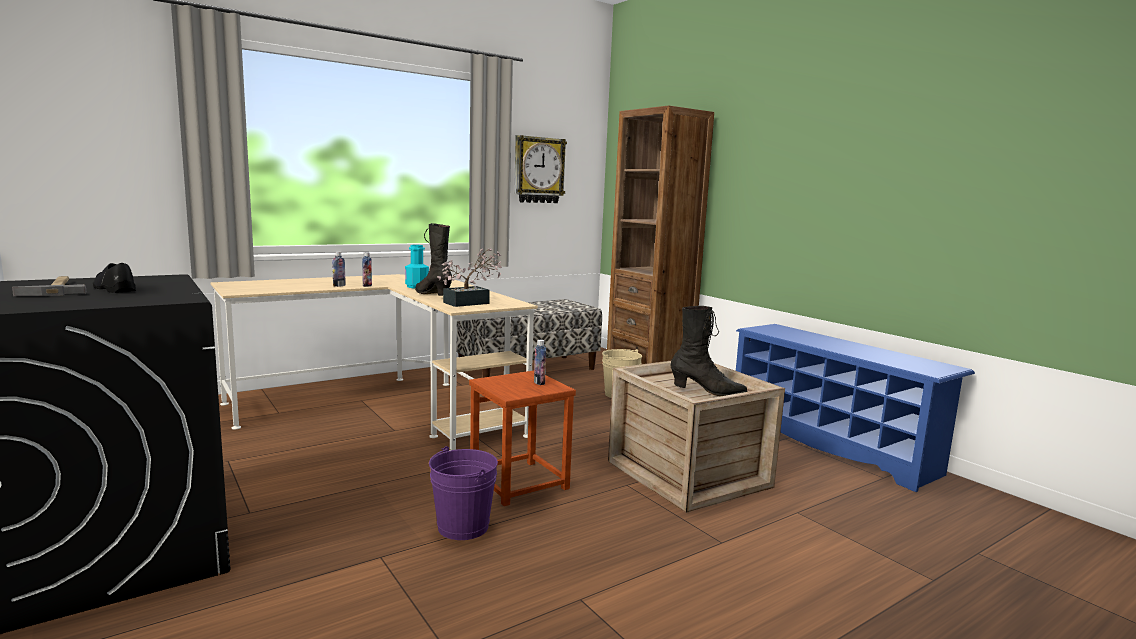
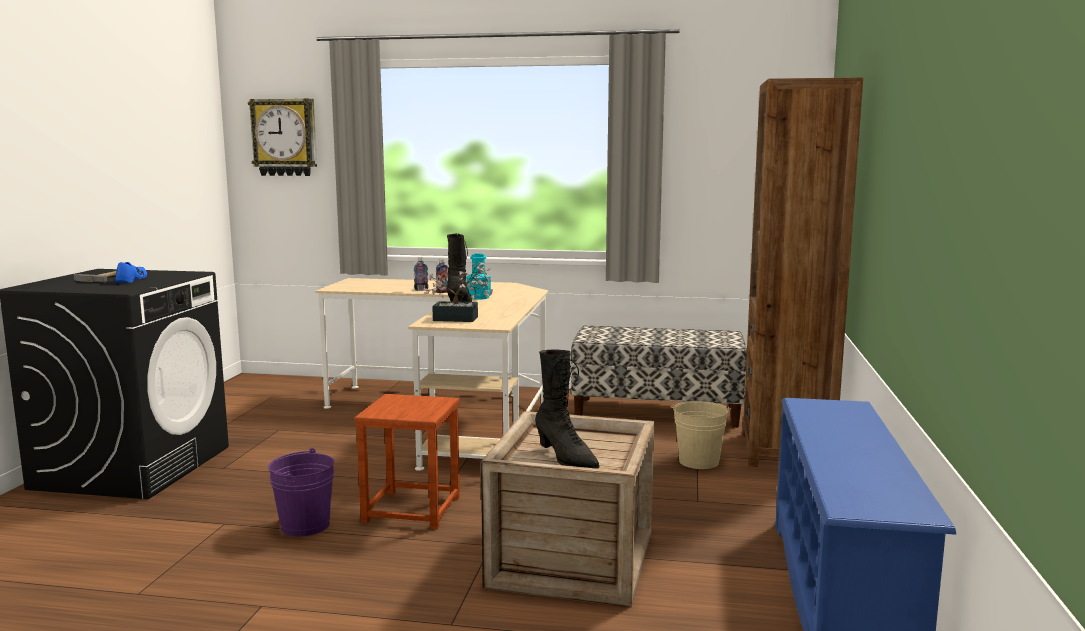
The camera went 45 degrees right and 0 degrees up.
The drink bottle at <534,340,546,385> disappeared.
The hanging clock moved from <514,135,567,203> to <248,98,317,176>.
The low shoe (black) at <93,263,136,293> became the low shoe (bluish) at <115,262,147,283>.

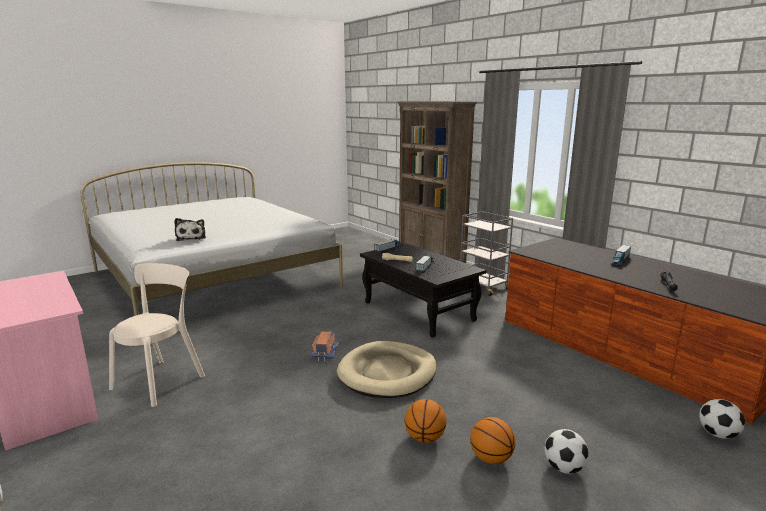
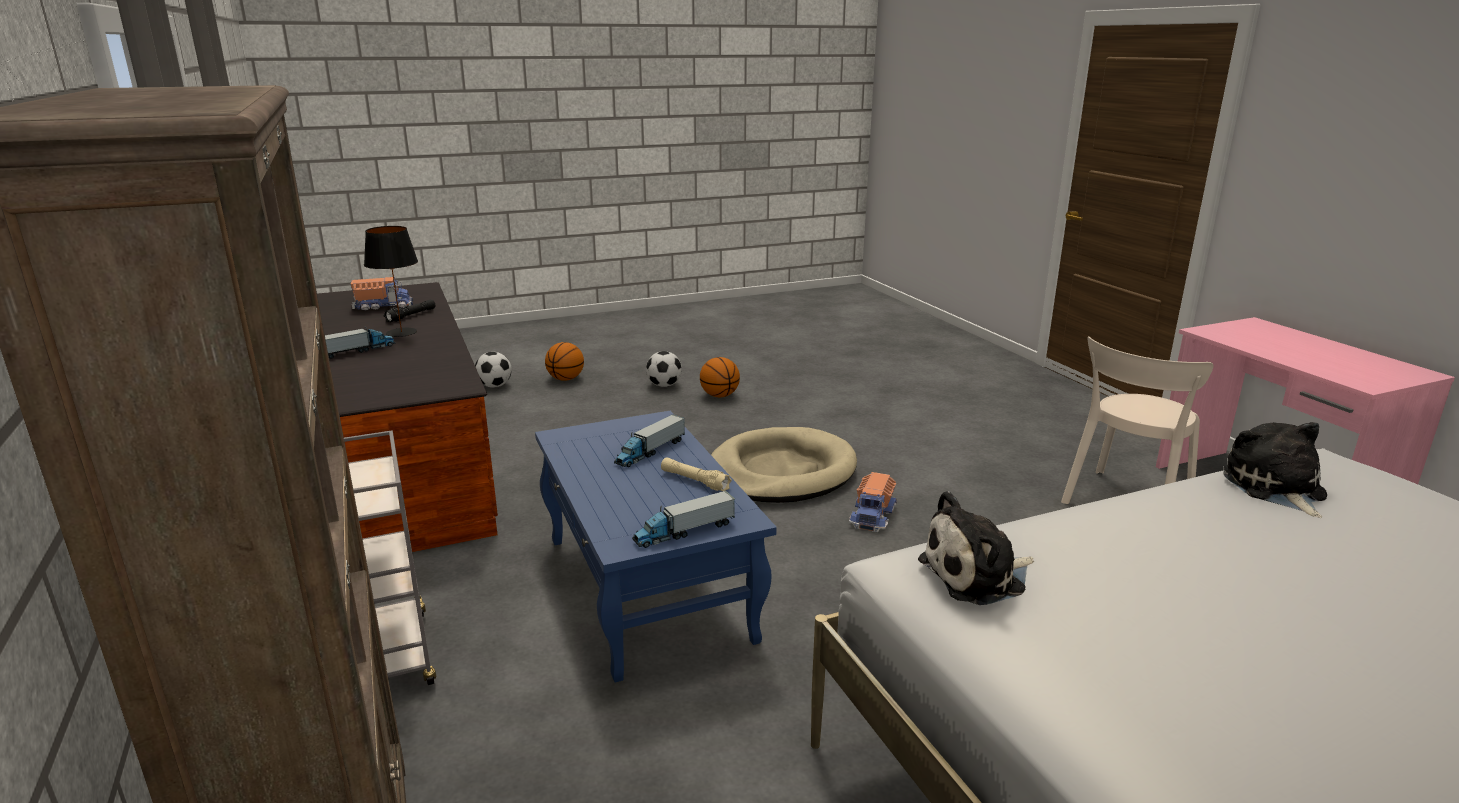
The camera went 165 degrees left and 5 degrees up.
The model truck at <350,277,413,310> appeared.
The lamp for a table (black) at <364,226,418,337> appeared.
The plush toy at <918,491,1034,605> appeared.
The ball for basketball moved from <405,399,446,443> to <545,342,584,381>.
The low table (black) at <360,243,486,338> became the low table (bluish) at <535,411,777,682>.

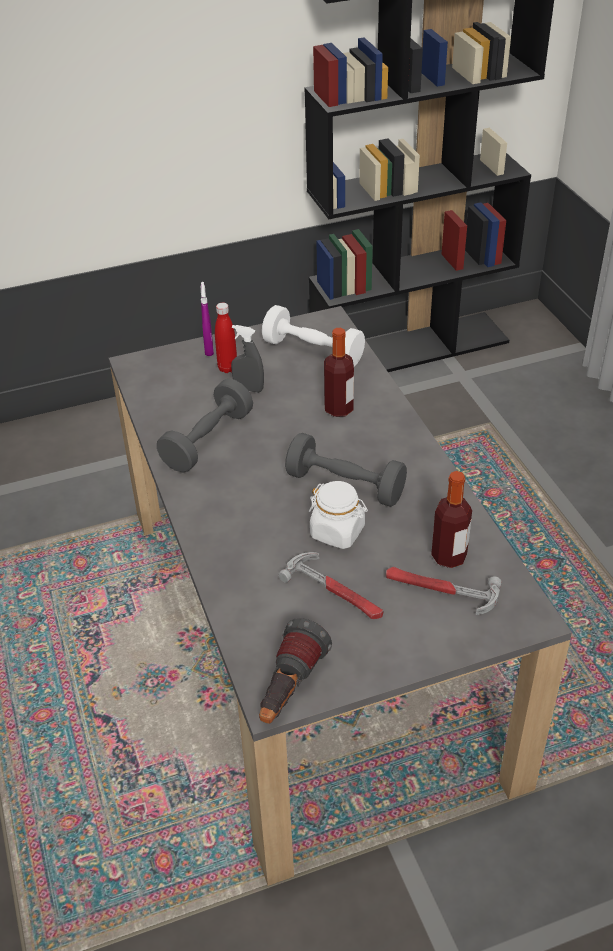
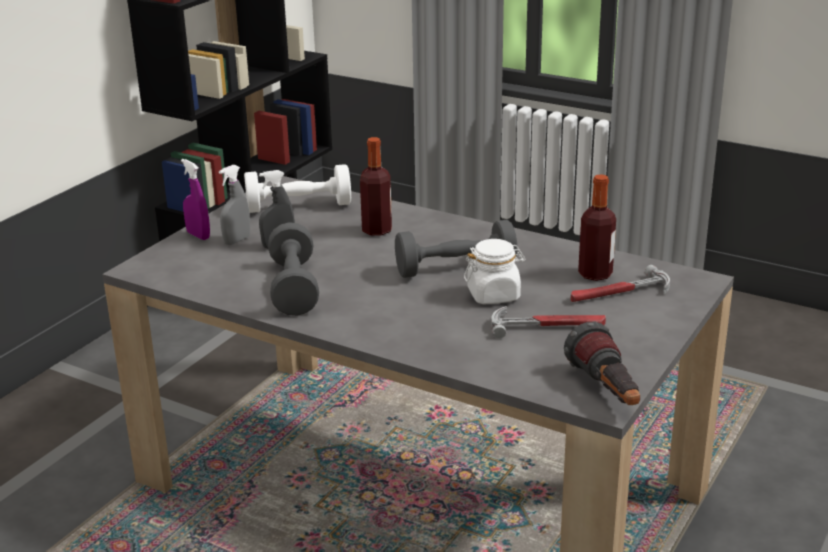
The camera went 40 degrees left and 15 degrees down.
The drink bottle (red) at <215,303,237,373> was replaced by the spray bottle (grey) at <219,165,250,245>.

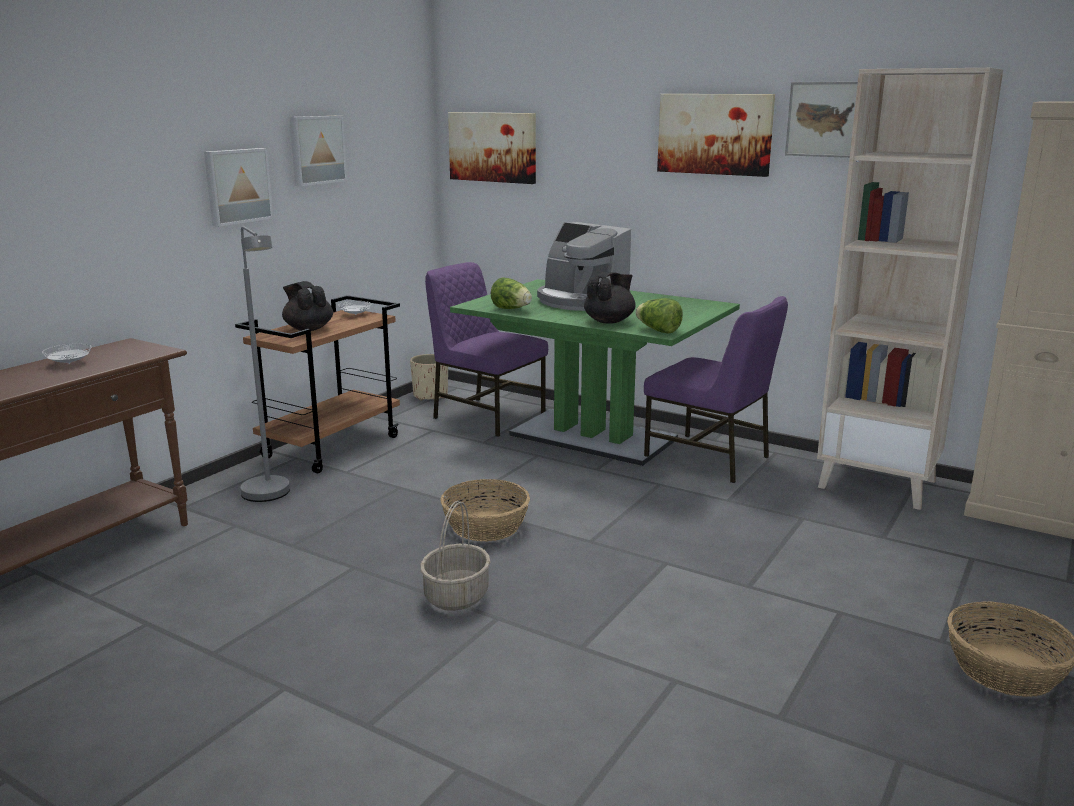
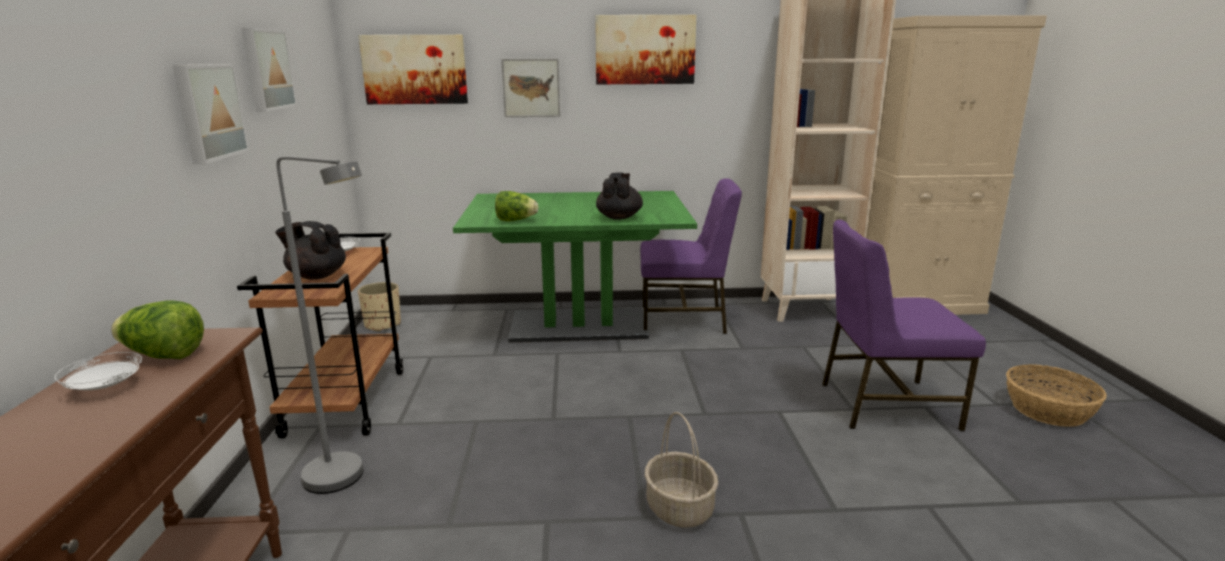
The camera went 35 degrees left and 0 degrees up.
The storage basket at <440,479,530,542> disappeared.
The coffee maker at <537,222,631,311> disappeared.
The chair (purple-coloured) moved from <425,262,548,437> to <822,219,986,431>.
The lettuce moved from <636,298,683,334> to <111,301,204,359>.
The wall picture moved from <785,82,858,158> to <501,59,560,117>.

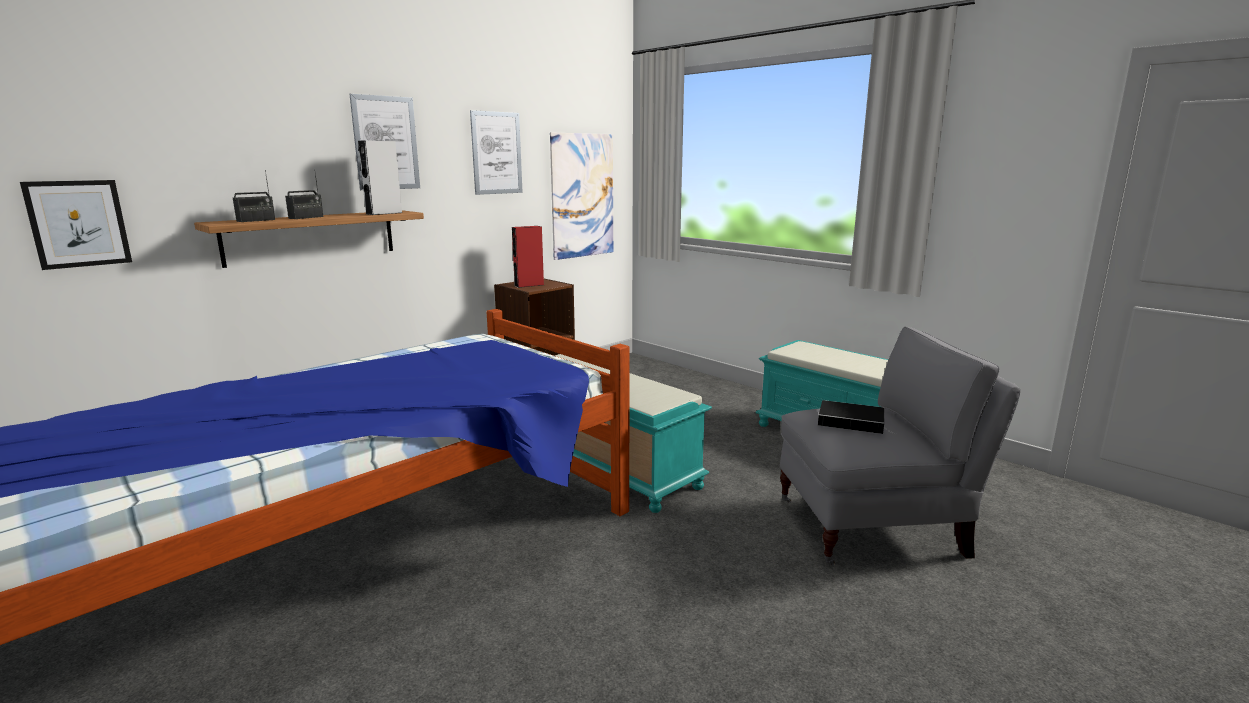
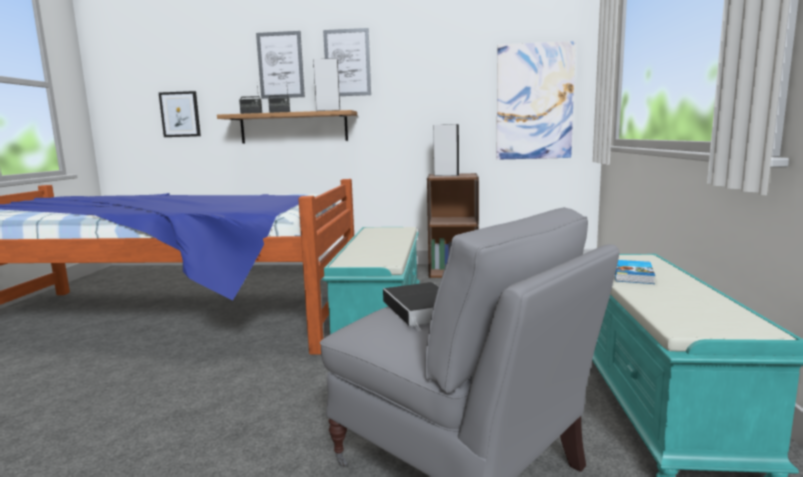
The camera went 50 degrees right and 5 degrees down.
The book at <615,260,655,284> appeared.
The wall picture moved from <470,110,523,195> to <256,31,305,99>.
The audio speaker (red) at <512,226,544,288> became the audio speaker (grey) at <433,124,459,176>.

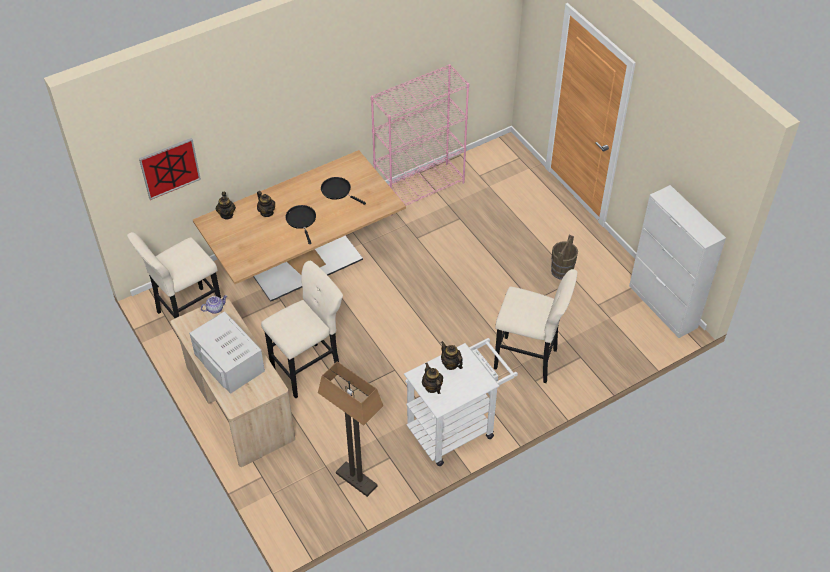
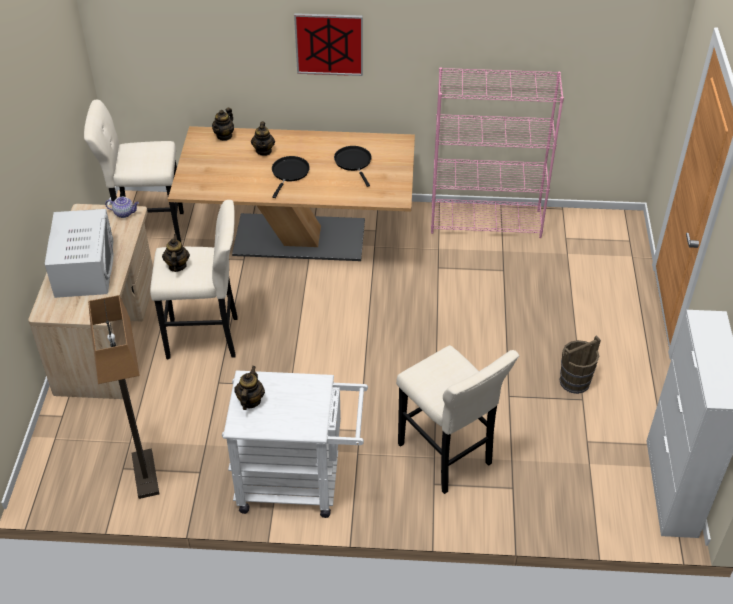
The camera went 35 degrees right and 5 degrees down.
The wall picture moved from <139,138,201,200> to <294,13,363,76>.
The pot for tea moved from <441,341,463,370> to <162,234,190,272>.

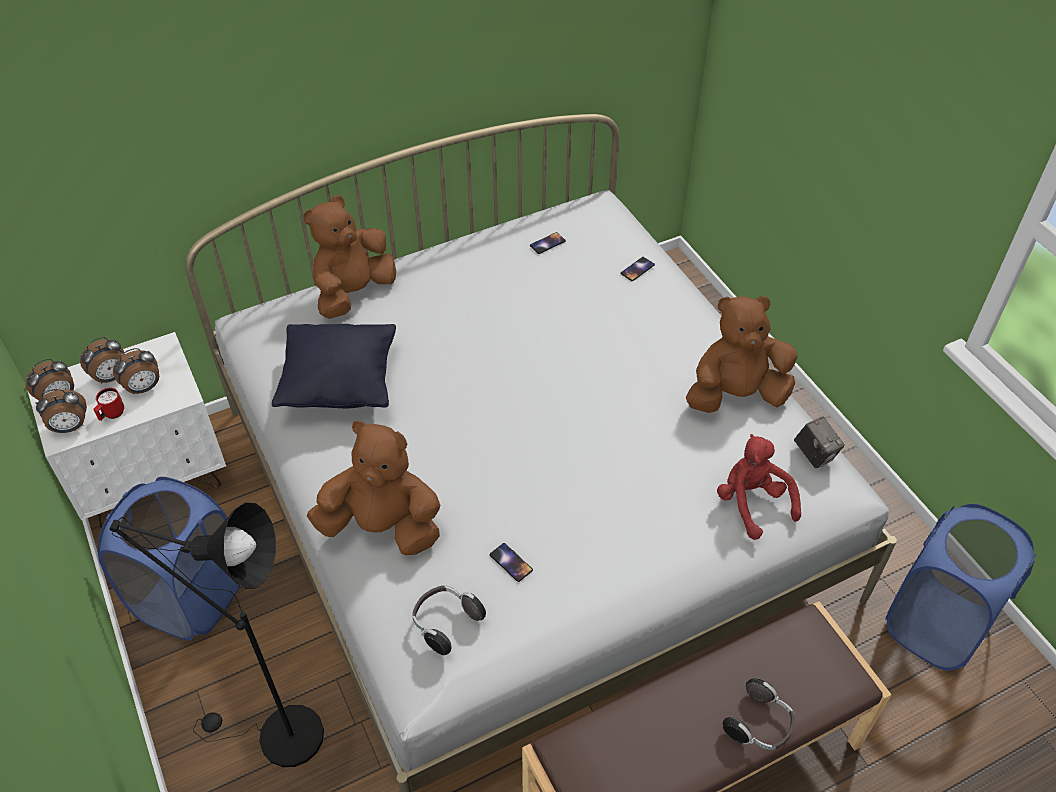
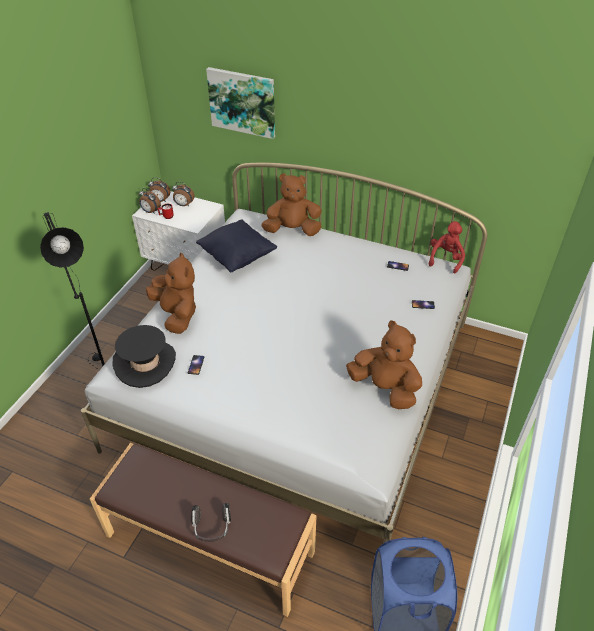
The camera went 50 degrees right and 5 degrees down.
The washing basket (bluish) at <98,477,240,641> disappeared.
The table clock at <113,348,159,394> disappeared.
The photo camera at <794,417,845,469> disappeared.
The wall picture at <206,67,275,139> appeared.
The plush toy (red) moved from <717,434,801,540> to <429,221,465,274>.
The headset at <412,585,486,655> was replaced by the clothing hat (black) at <113,325,176,388>.

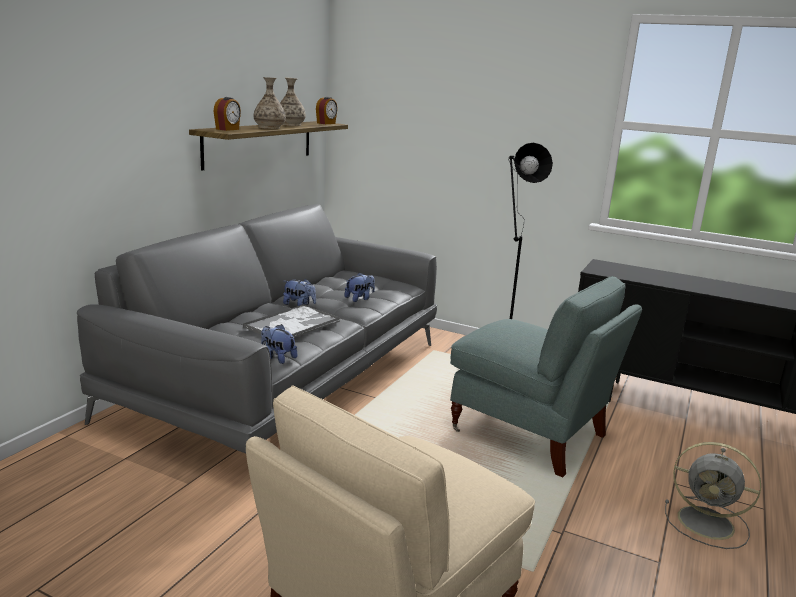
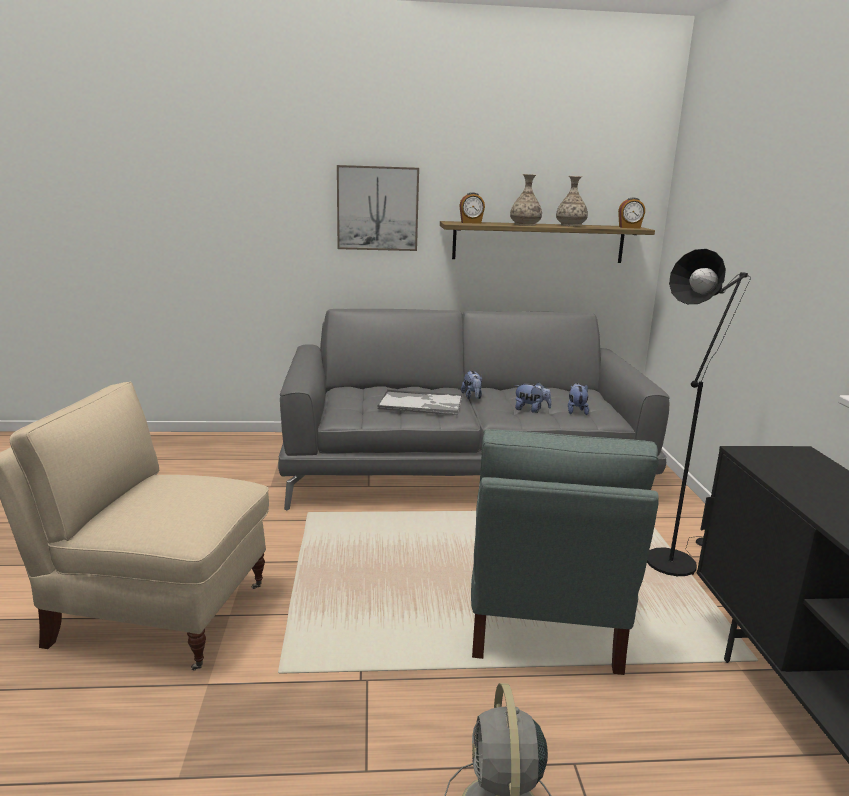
The camera went 60 degrees right and 0 degrees up.
The wall picture at <337,165,419,251> appeared.
The plush toy moved from <261,324,297,364> to <568,383,589,415>.

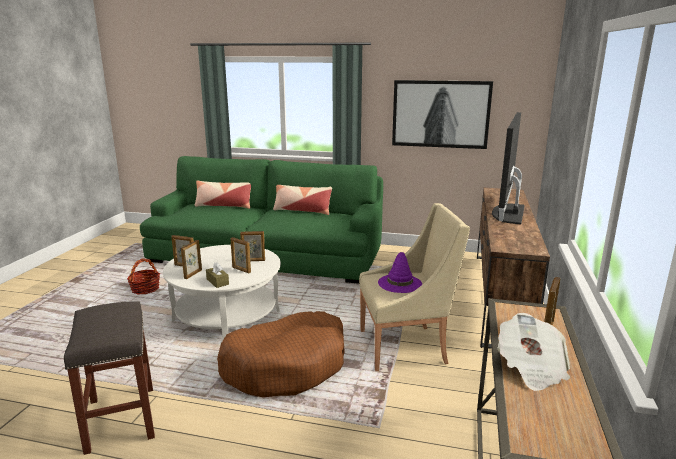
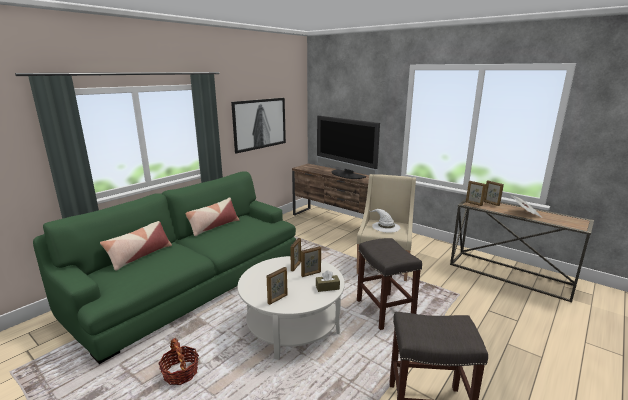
The camera went 65 degrees left and 0 degrees up.
The picture frame moved from <181,240,202,279> to <466,181,486,206>.
The pet bed (brown-coloured) at <217,311,345,397> was replaced by the sitting stool (grey) at <357,238,422,330>.
The clothing hat (purple-coloured) at <378,252,422,293> became the clothing hat (whitish) at <368,209,400,233>.

